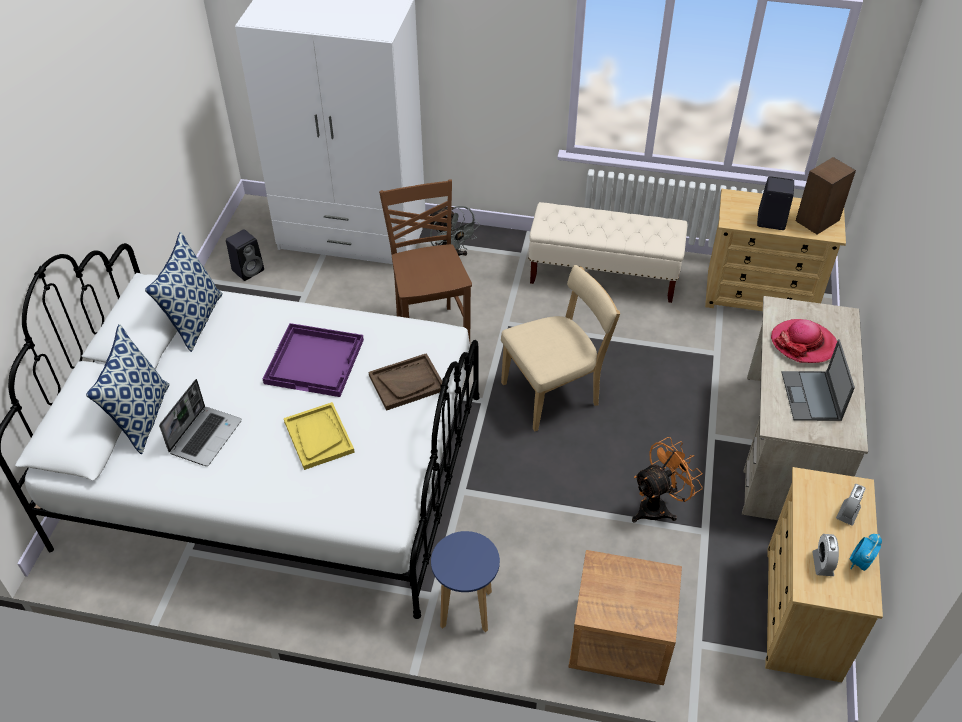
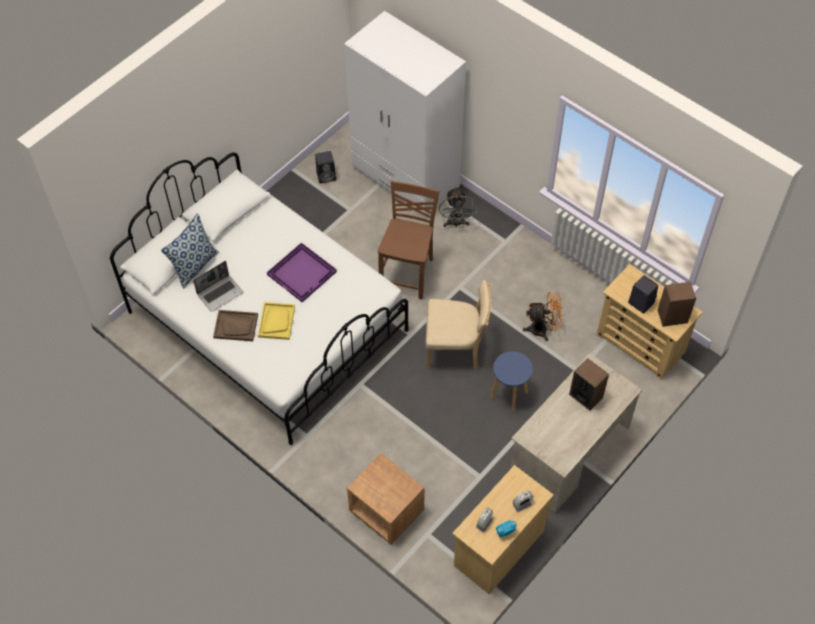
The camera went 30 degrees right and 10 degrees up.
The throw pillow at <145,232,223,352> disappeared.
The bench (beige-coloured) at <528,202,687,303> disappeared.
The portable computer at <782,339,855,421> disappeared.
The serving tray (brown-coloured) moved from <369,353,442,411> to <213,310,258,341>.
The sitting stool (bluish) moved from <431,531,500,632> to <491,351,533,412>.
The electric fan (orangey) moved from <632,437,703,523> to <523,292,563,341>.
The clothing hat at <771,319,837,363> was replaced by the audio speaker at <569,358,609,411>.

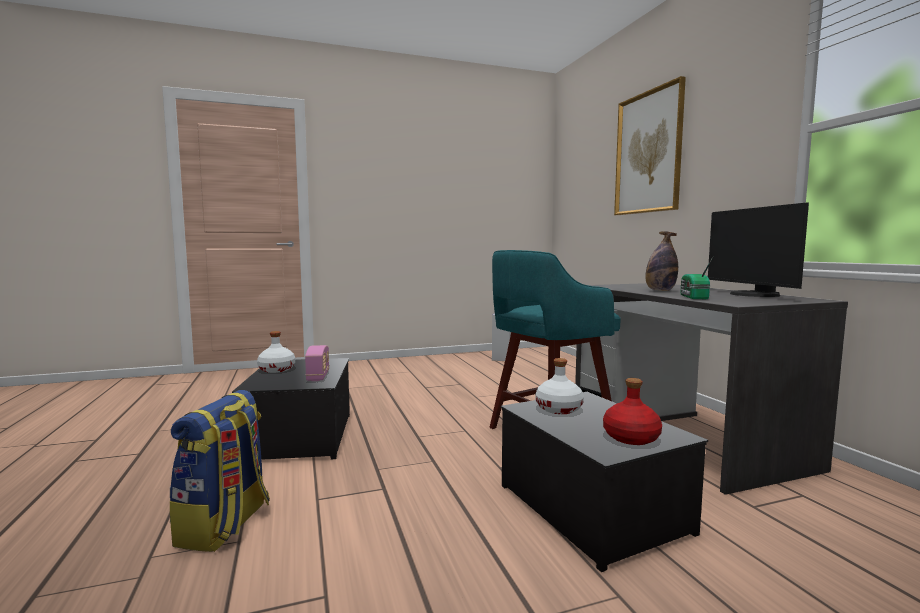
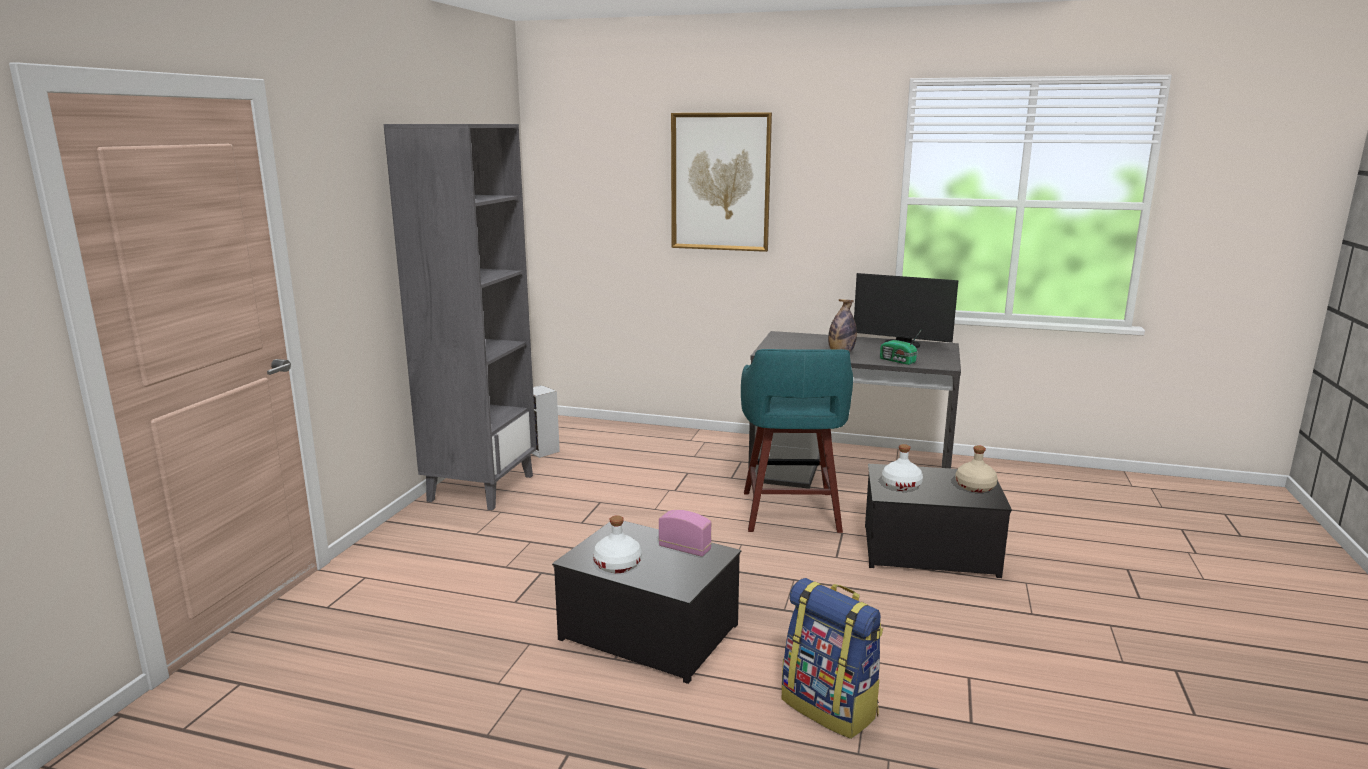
The camera went 55 degrees left and 10 degrees up.
The shelving unit (grey) at <384,124,536,510> appeared.
The drink bottle (red) at <603,378,662,445> became the drink bottle (beige-coloured) at <955,445,998,493>.

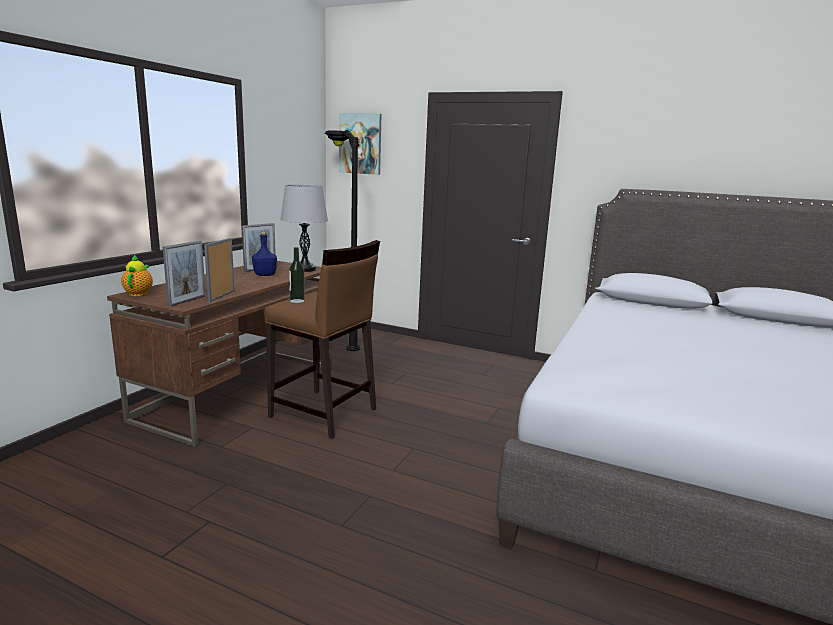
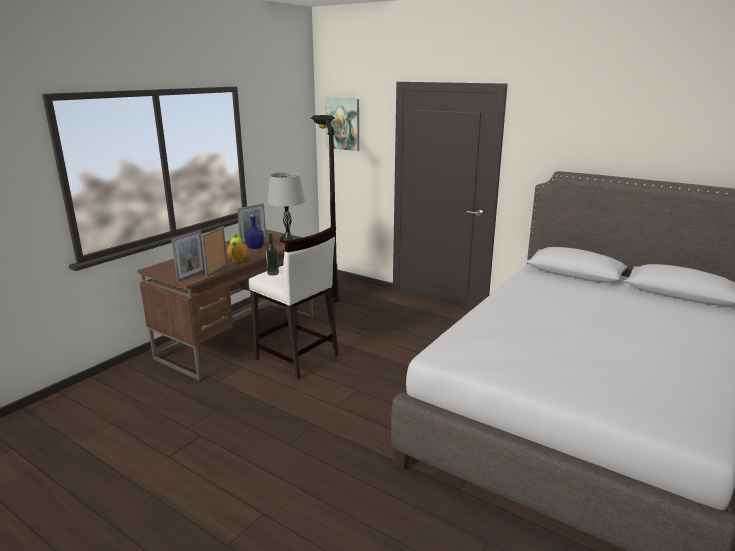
The camera went 10 degrees right and 5 degrees up.
The pot for tea moved from <121,255,153,296> to <227,233,247,262>.
The sitting stool (brown-coloured) at <264,240,380,439> became the sitting stool (whitish) at <249,226,339,379>.

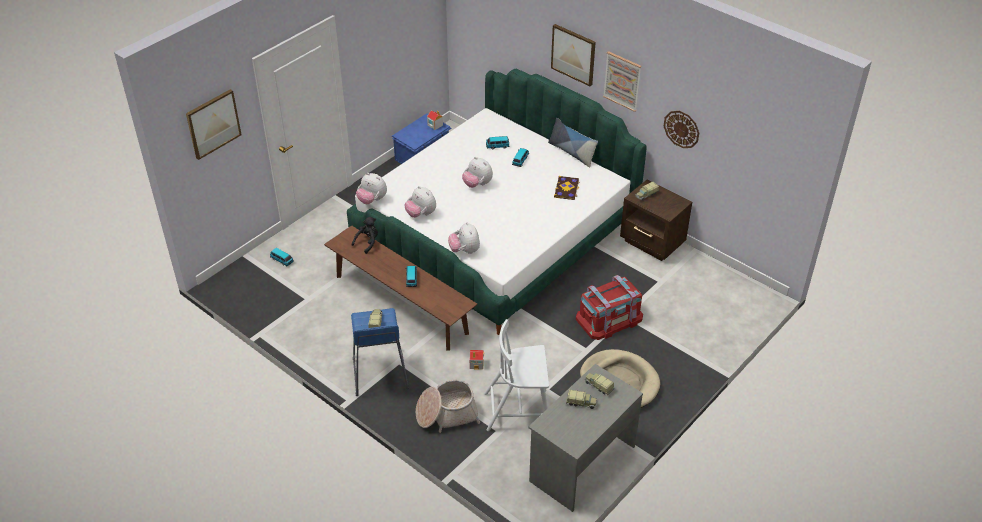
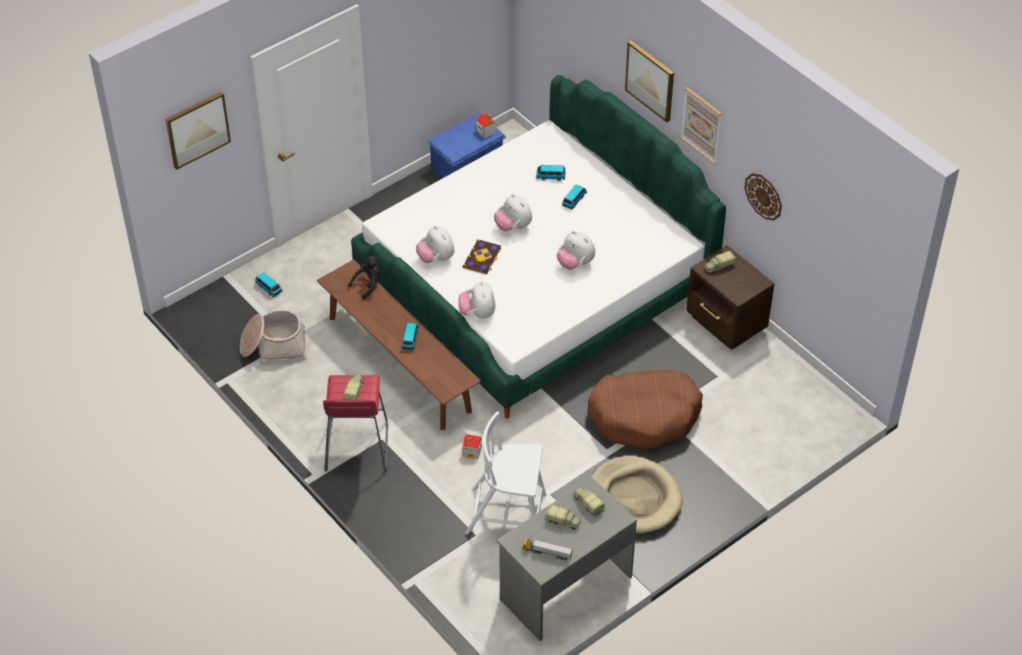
The camera went 10 degrees right and 5 degrees up.
The throw pillow at <548,118,598,168> disappeared.
The model truck at <523,539,572,561> appeared.
The plush toy moved from <356,173,387,204> to <557,231,595,270>.
The storage basket moved from <416,380,480,433> to <240,310,306,364>.
The book moved from <554,176,580,200> to <463,239,501,274>.
The storage container (red) at <576,275,643,340> was replaced by the pet bed (brown-coloured) at <588,370,703,449>.
The sitting stool (bluish) at <351,308,409,396> became the sitting stool (red) at <323,375,388,472>.

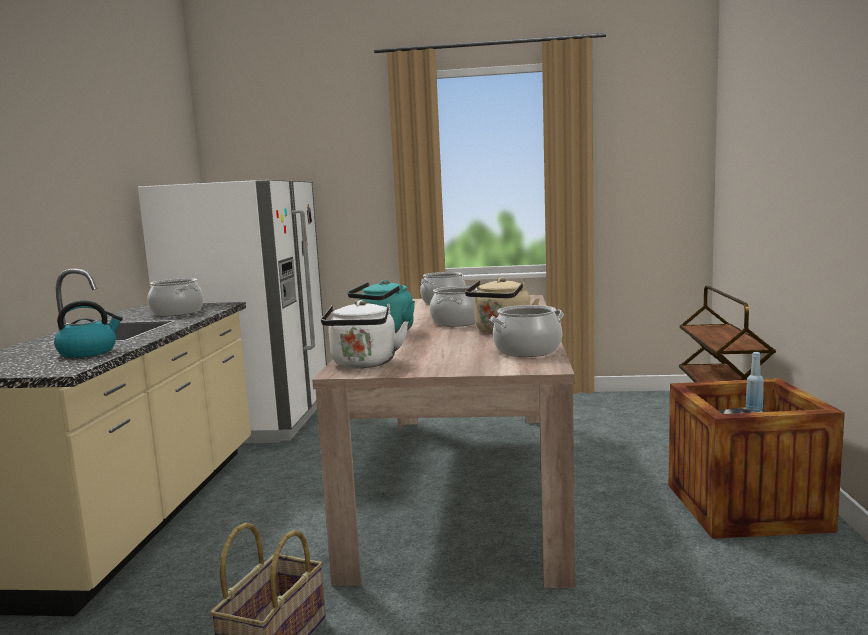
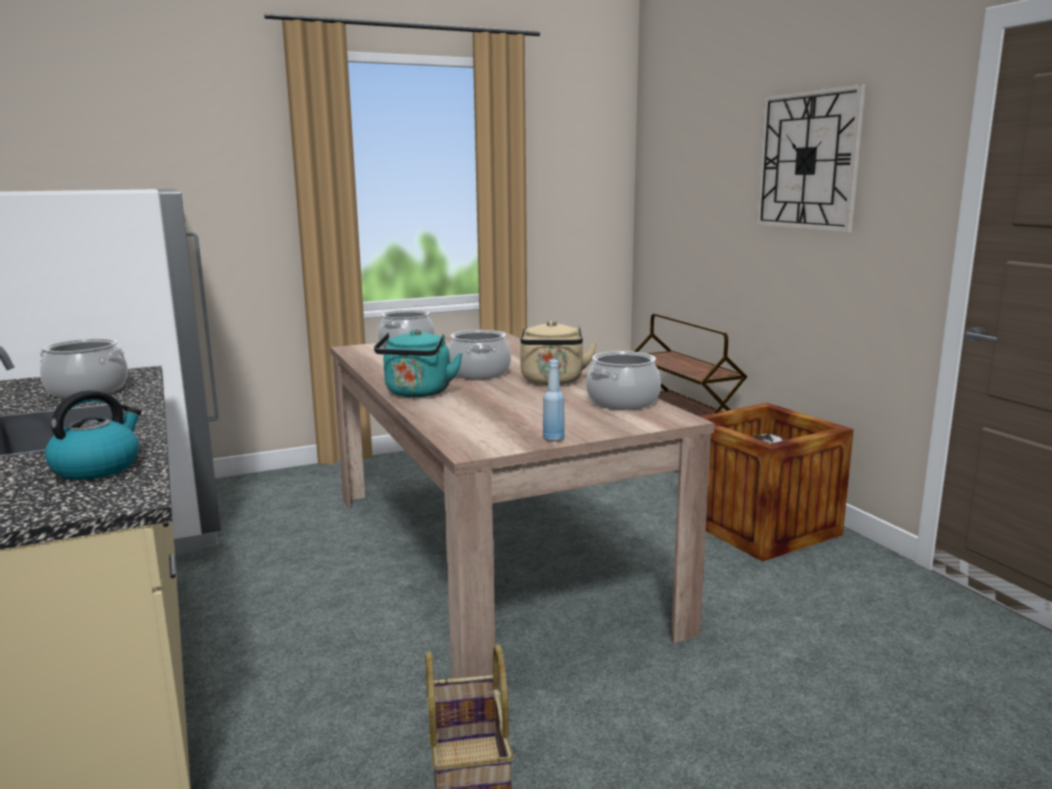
The camera went 30 degrees left and 5 degrees up.
The water kettle (whitish) at <321,300,409,368> disappeared.
The hanging clock at <755,84,866,232> appeared.
The drink bottle (bluish) moved from <746,352,764,412> to <543,359,565,442>.

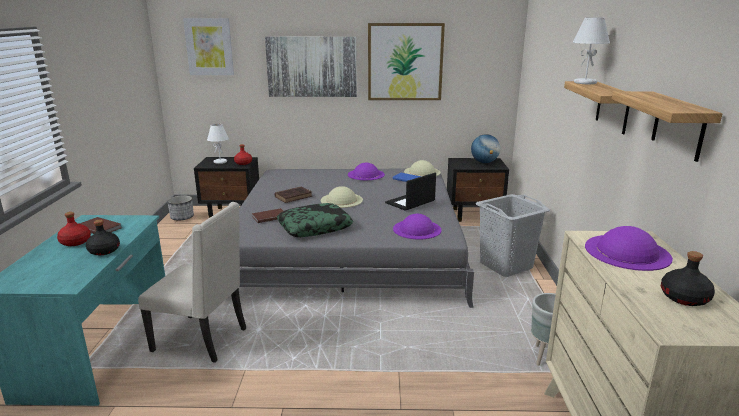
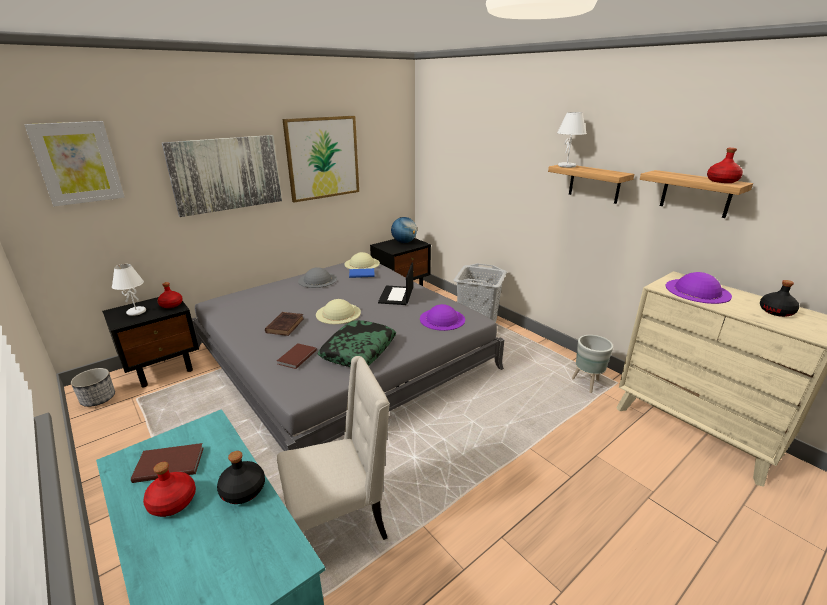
The camera went 40 degrees left and 5 degrees up.
The drink bottle (red) at <707,148,743,183> appeared.
The clothing hat (purple-coloured) at <348,163,385,180> became the clothing hat (grey) at <298,267,337,288>.

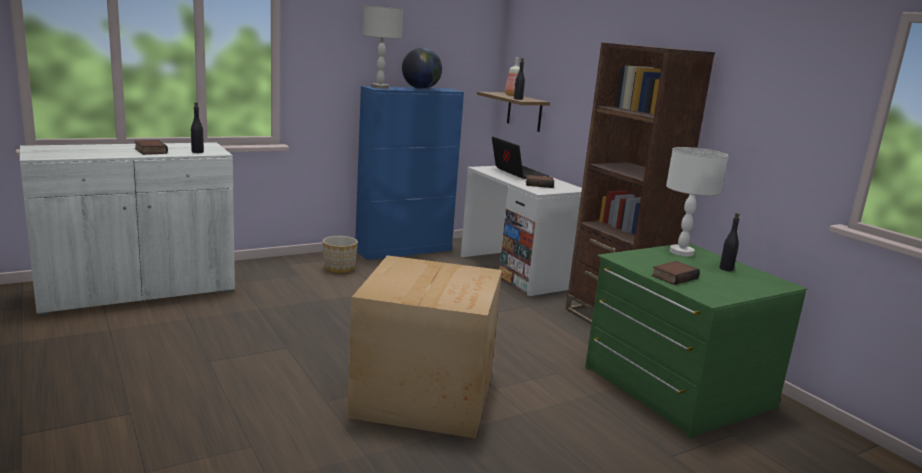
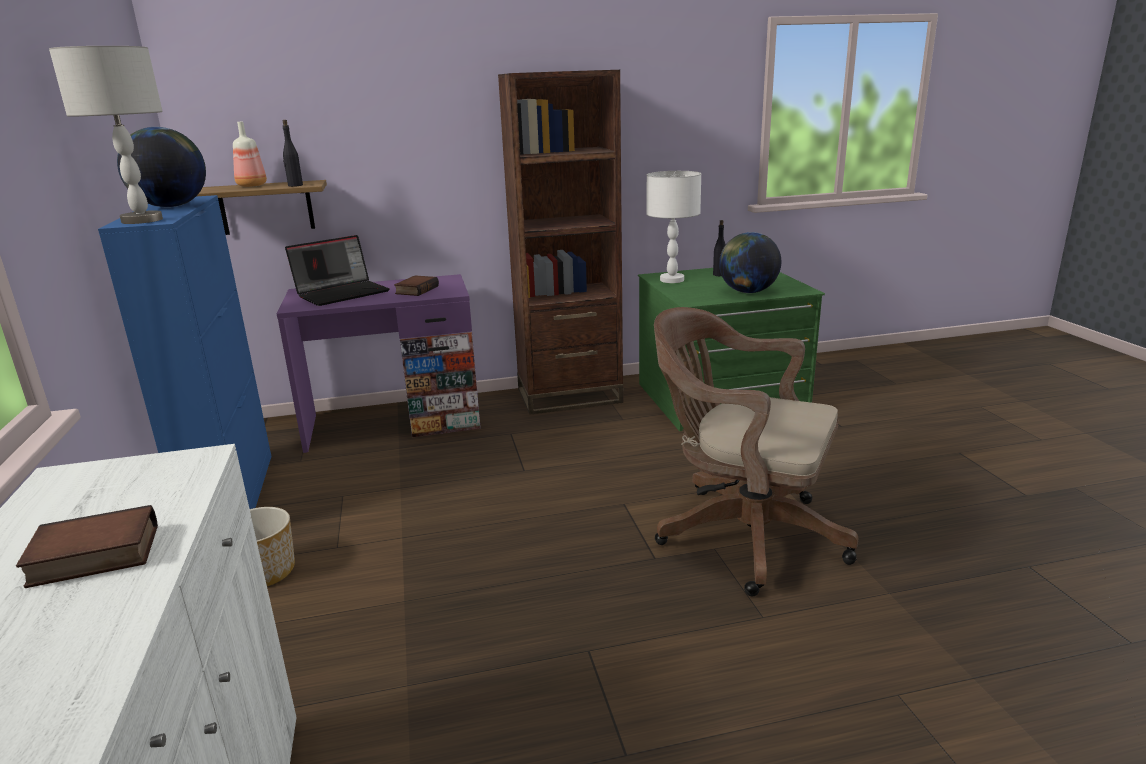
The camera went 70 degrees left and 5 degrees up.
The drink bottle (black) at <191,102,204,153> disappeared.
The carton at <347,255,502,439> was replaced by the desk chair (brown-coloured) at <654,307,858,596>.
The book at <651,261,700,285> was replaced by the globe at <719,232,781,293>.
The desk unit (whitish) at <461,166,582,296> became the desk unit (purple-coloured) at <277,274,481,453>.
The portable computer at <492,136,550,179> turned 150 degrees clockwise.

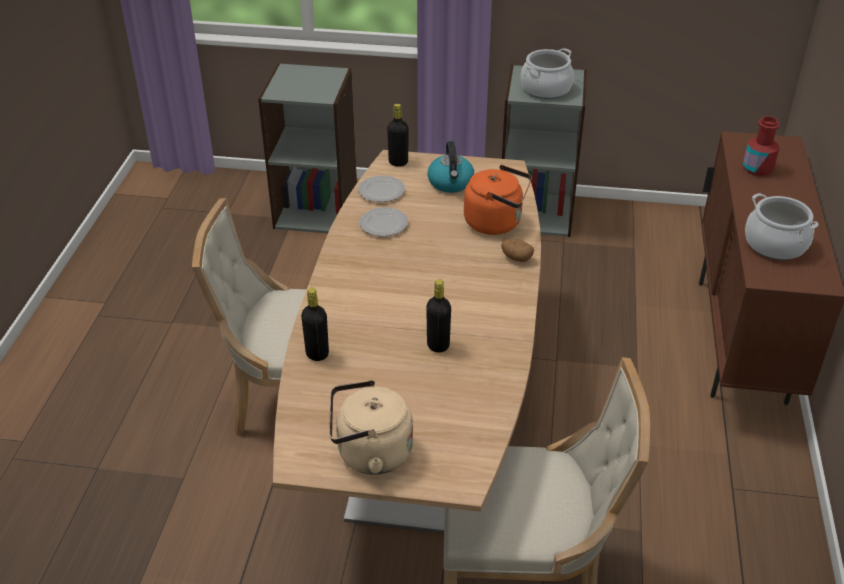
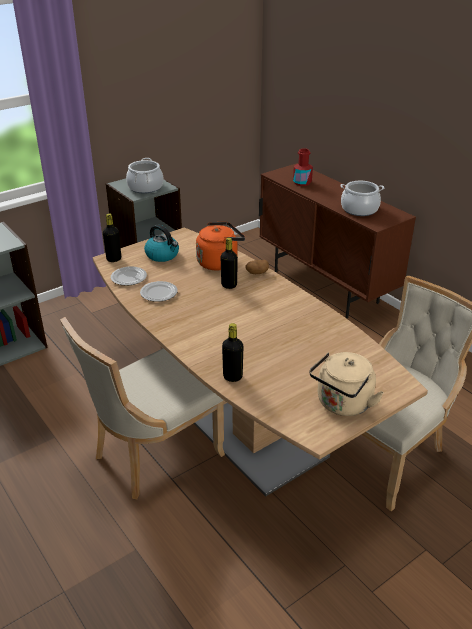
The camera went 45 degrees left and 5 degrees down.
The drink bottle (black) moved from <426,279,451,353> to <221,238,238,289>.

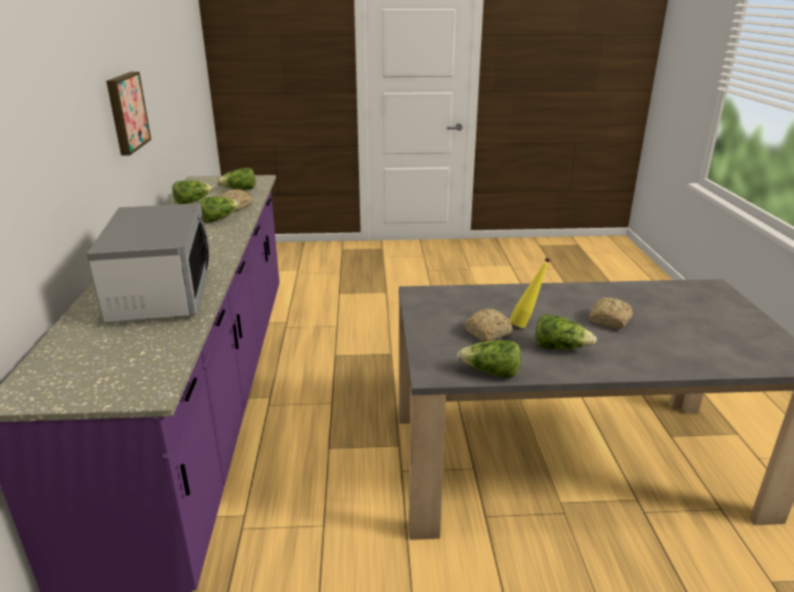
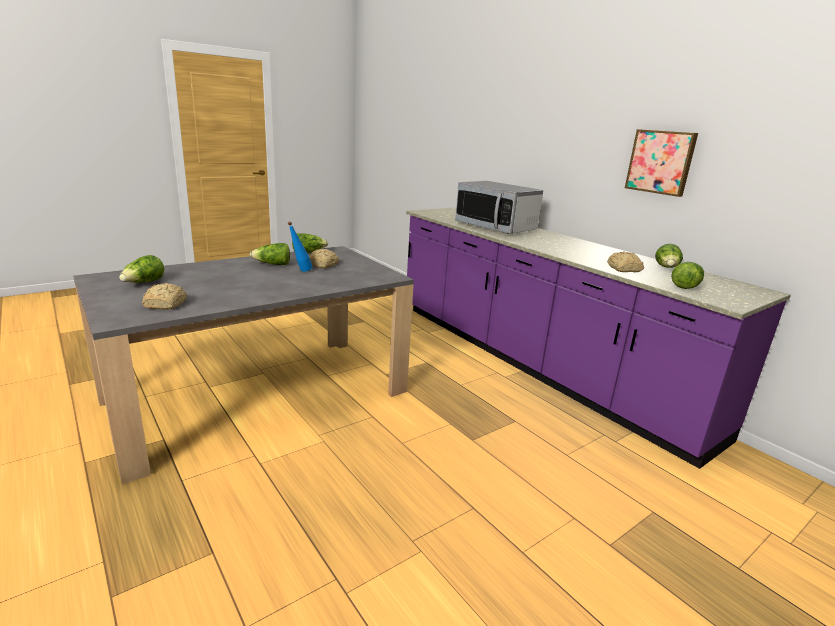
The camera went 145 degrees right and 5 degrees down.
The lettuce moved from <197,197,240,223> to <119,255,164,283>.
The baked bread moved from <589,297,633,329> to <142,283,187,310>.
The drink bottle (yellow) at <509,258,550,328> became the drink bottle (bluish) at <288,222,313,272>.

